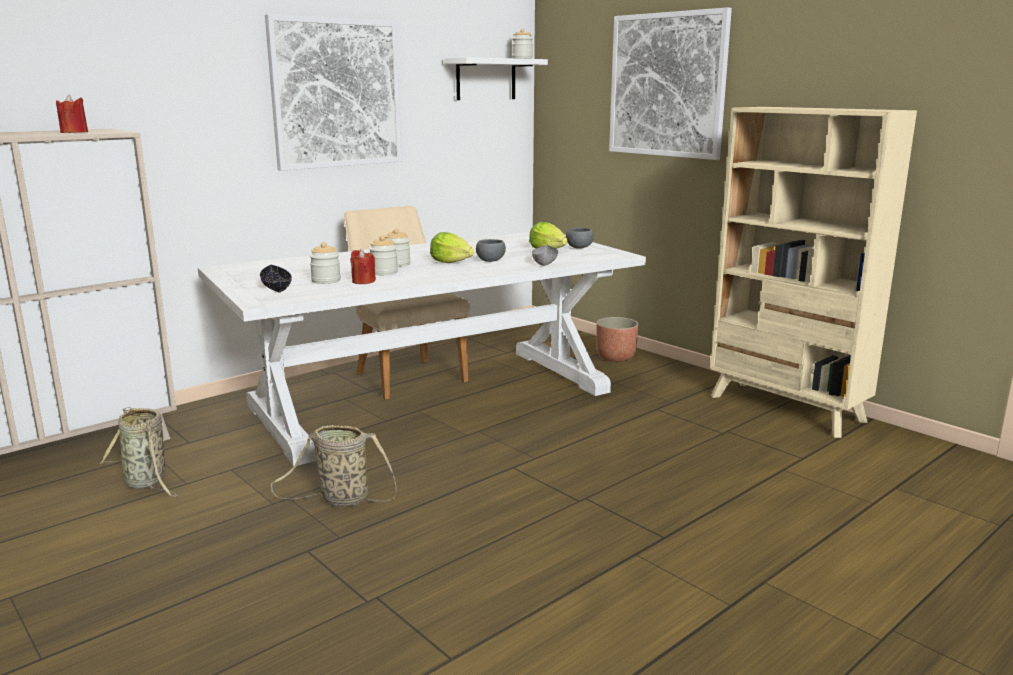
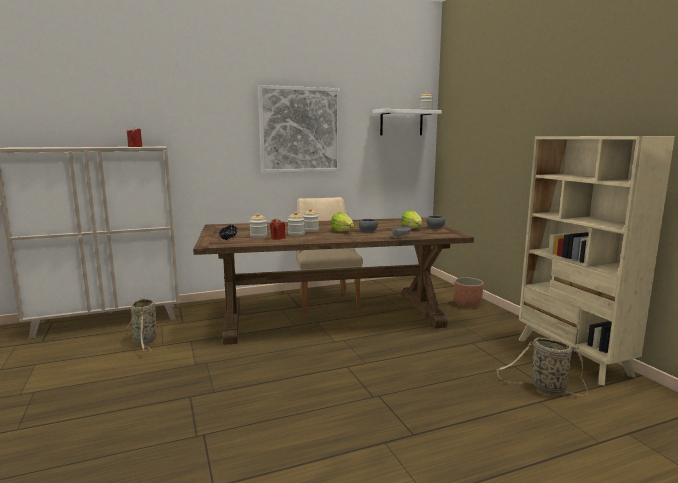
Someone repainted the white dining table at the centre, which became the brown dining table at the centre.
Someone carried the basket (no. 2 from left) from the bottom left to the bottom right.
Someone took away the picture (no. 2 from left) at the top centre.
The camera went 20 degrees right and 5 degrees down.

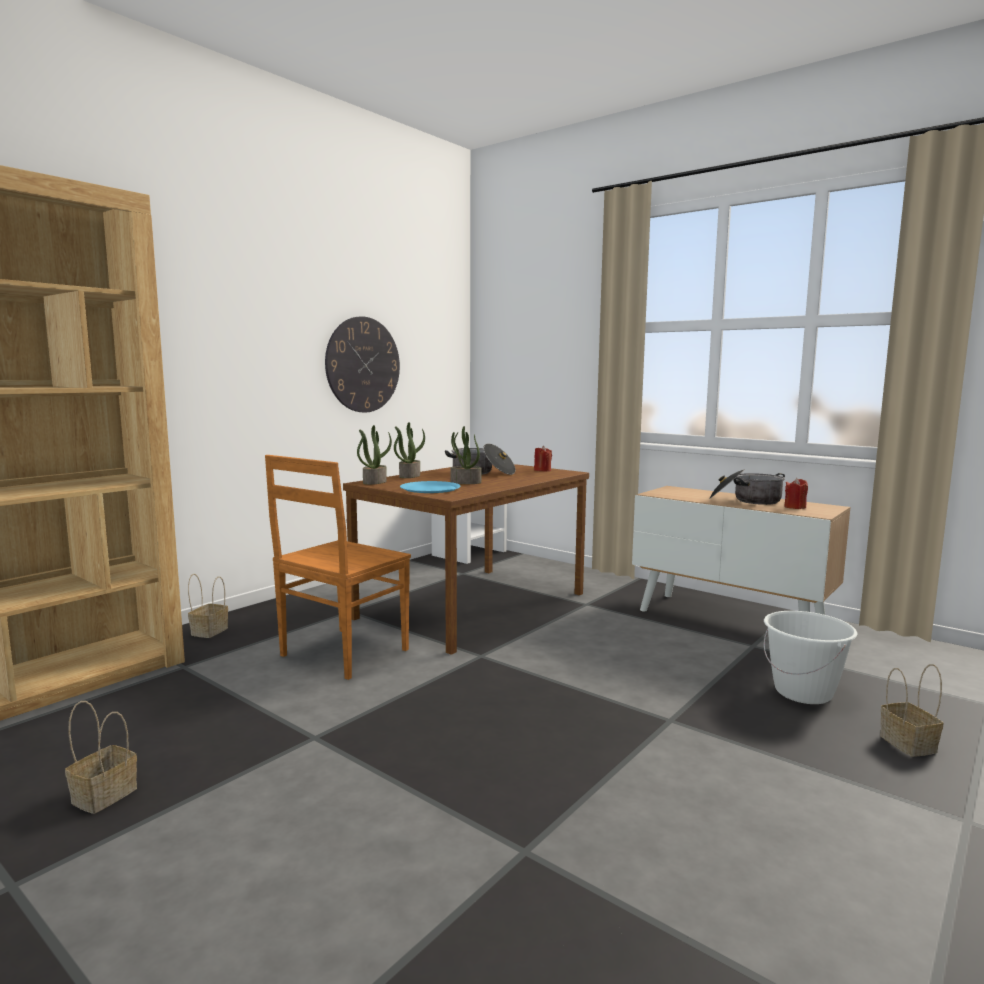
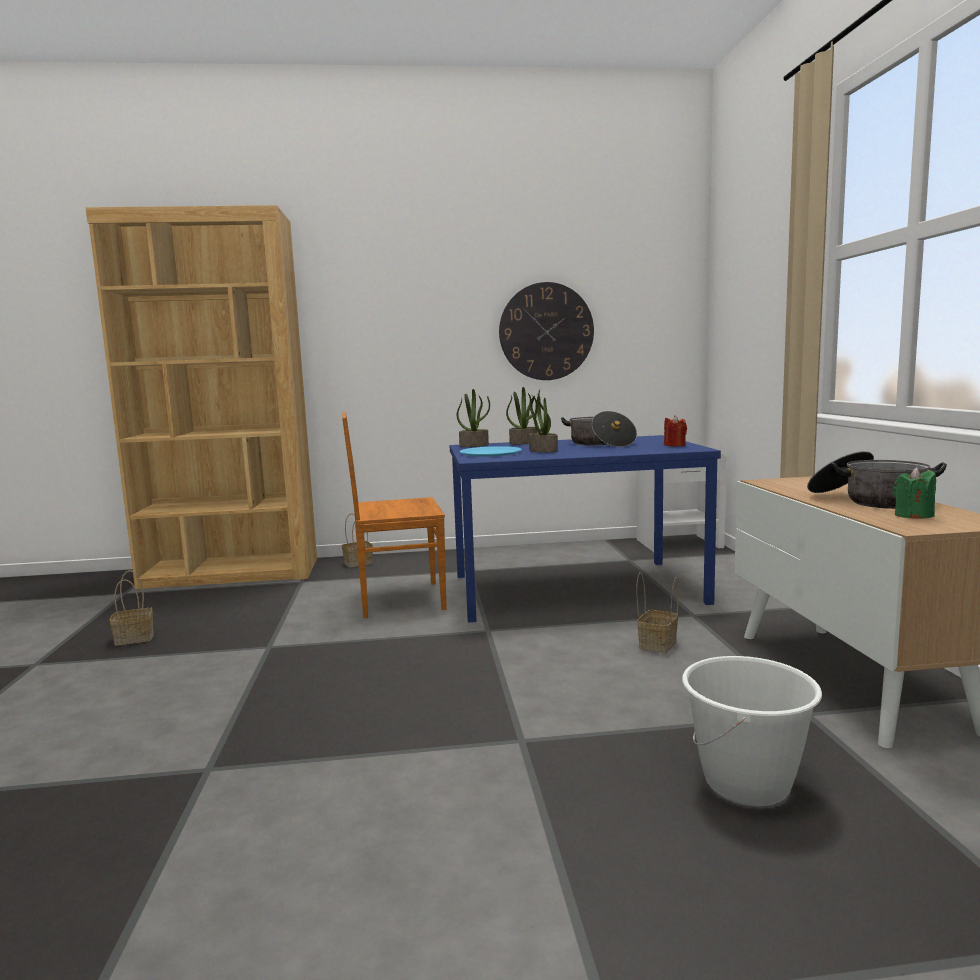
Someone repainted the brown dining table at the centre, which became the blue dining table at the centre.
Someone repainted the red candle (no. 2 from left) at the middle right, which became the green candle at the middle right.
Someone carried the basket (no. 3 from left) from the bottom right to the middle right.
The camera went 45 degrees right and 0 degrees up.

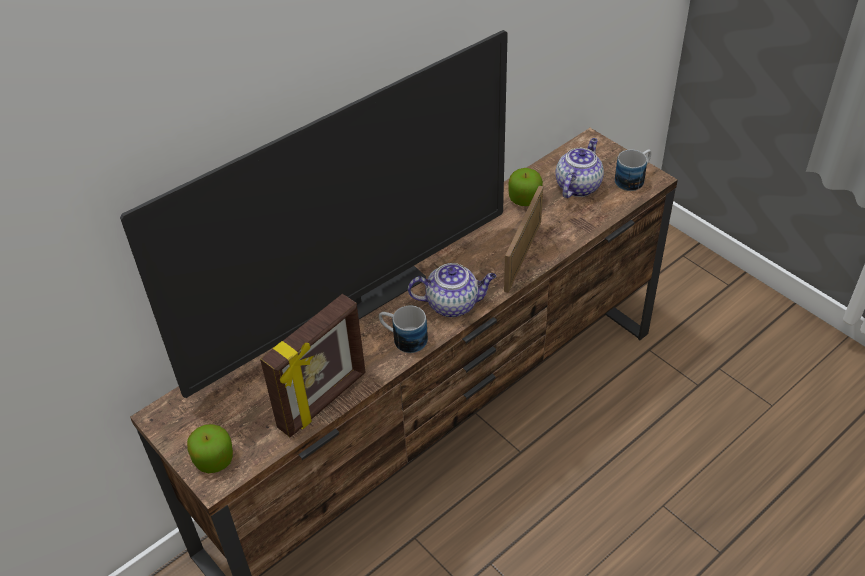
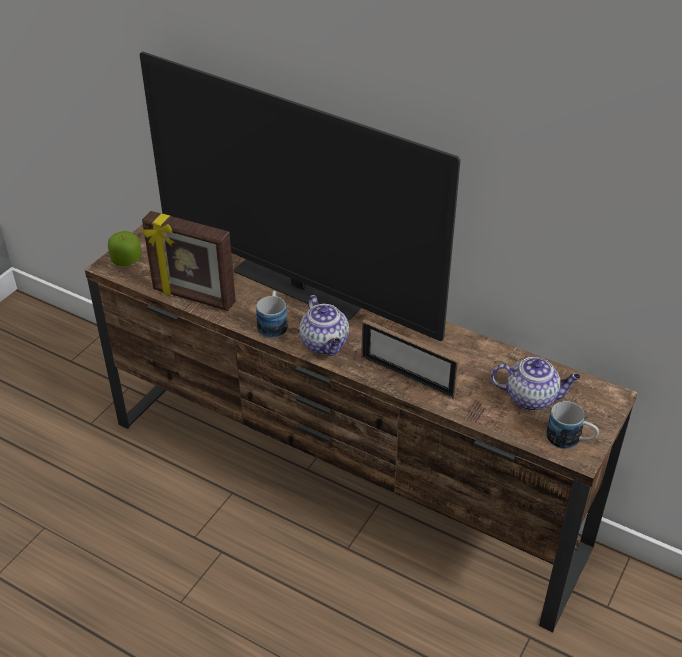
Someone rotated the picture frame (no. 2 from left) at the centre by 150 degrees counterclockwise.
Someone took away the apple (no. 2 from left) at the top centre.
The camera went 70 degrees right and 5 degrees down.

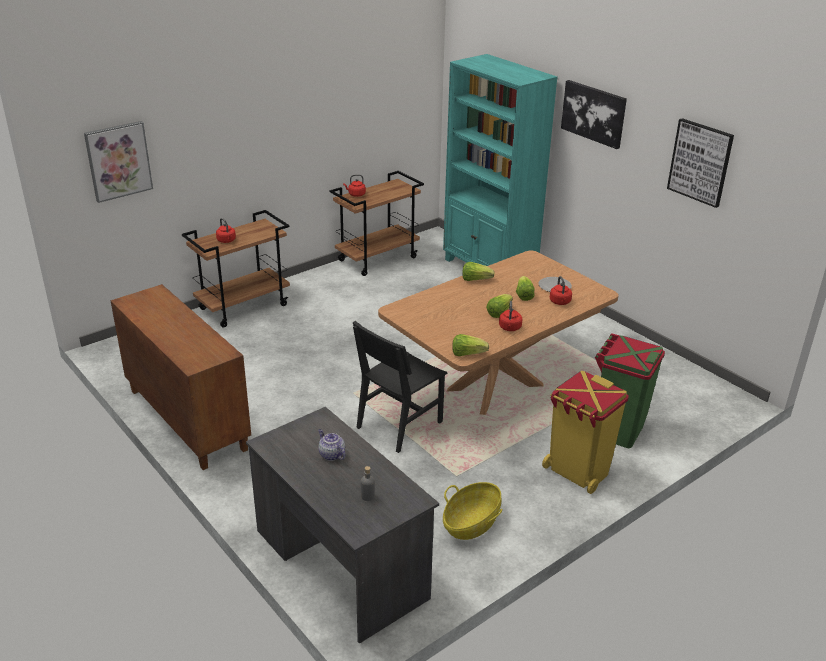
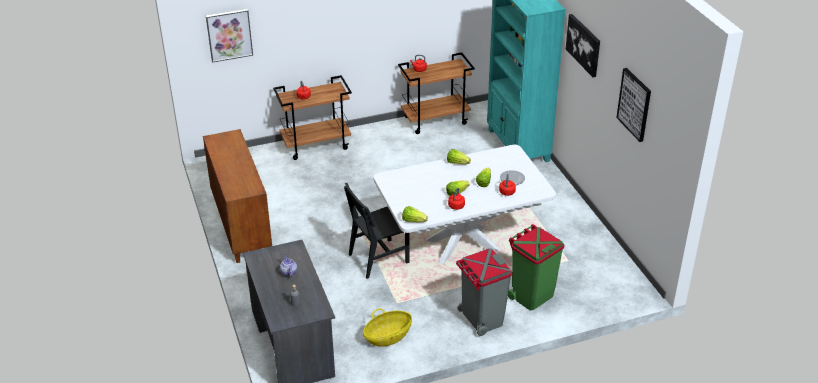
Someone repainted the brown dining table at the centre, which became the white dining table at the centre.
Someone repainted the yellow trash can at the middle right, which became the grey trash can at the bottom centre.
The camera went 20 degrees right and 5 degrees up.

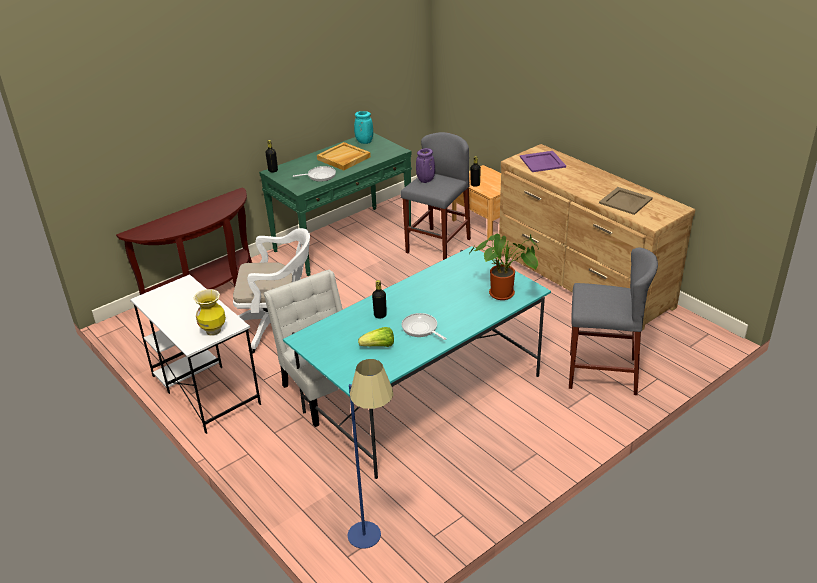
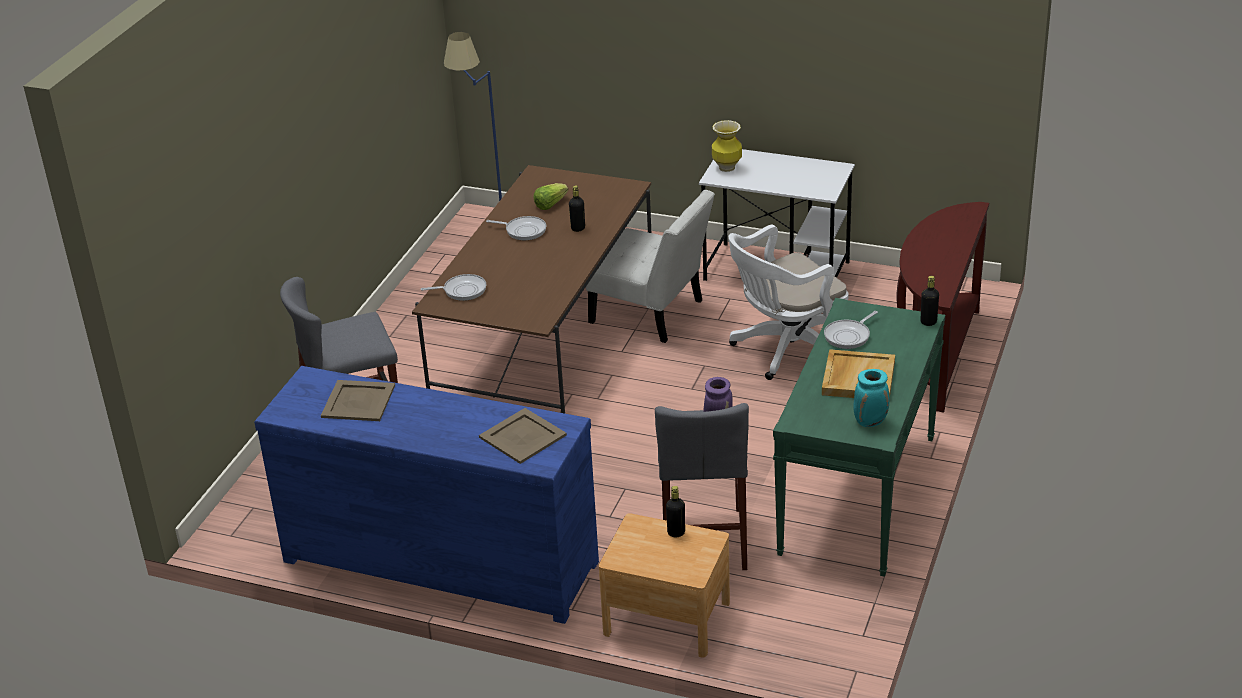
Someone repainted the turquoise dining table at the centre, which became the brown dining table at the centre.
Someone swapped the potted plant at the centre for the frying pan (no. 1 from left) at the centre.
Someone repainted the brown dresser at the middle right, which became the blue dresser at the bottom centre.
Someone repainted the purple tray at the top centre, which became the beige tray (no. 2 from left) at the centre.
The camera went 150 degrees right and 0 degrees up.

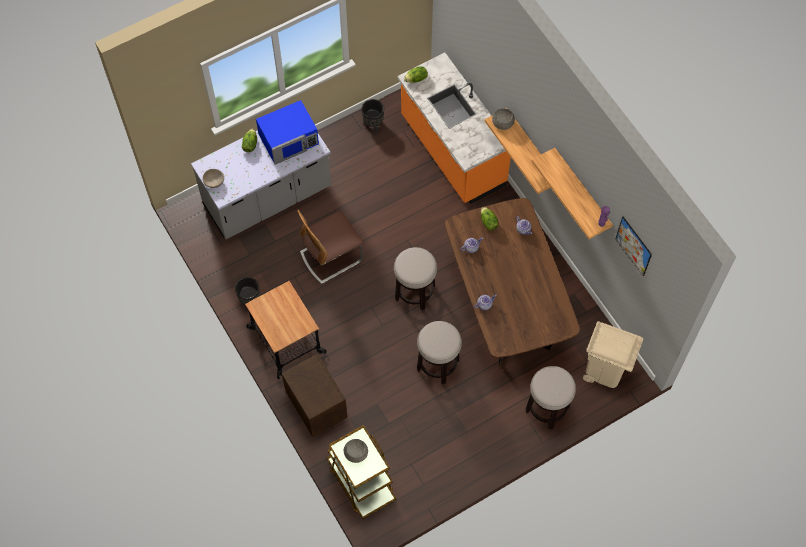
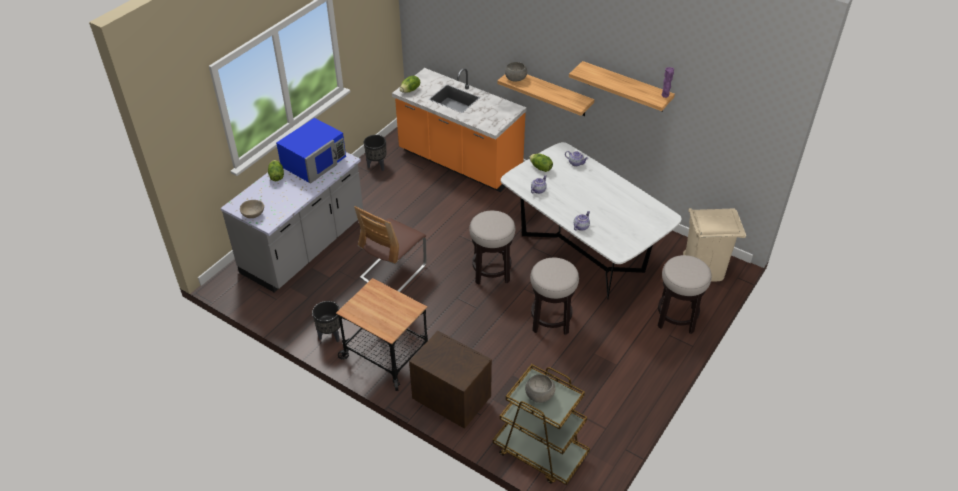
Someone repainted the brown dining table at the centre, which became the white dining table at the centre.
Someone took away the picture at the middle right.
The camera went 25 degrees left and 20 degrees down.

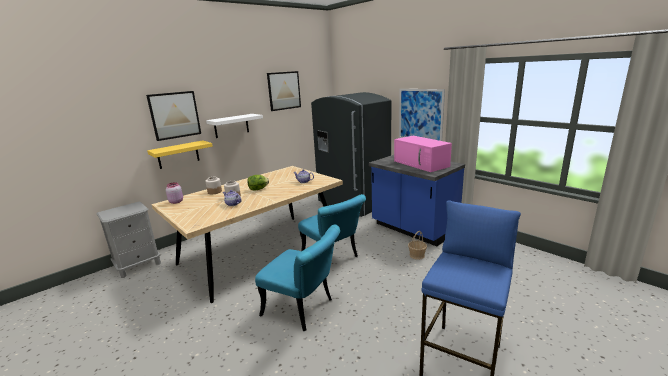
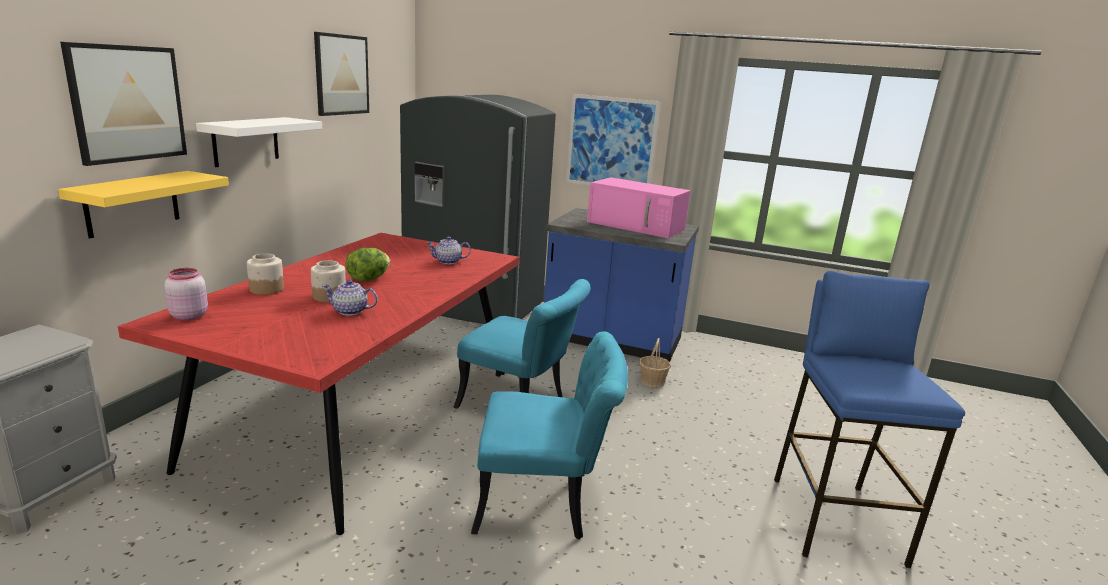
Someone repainted the beige dining table at the centre, which became the red dining table at the middle left.
The camera went 30 degrees left and 0 degrees up.

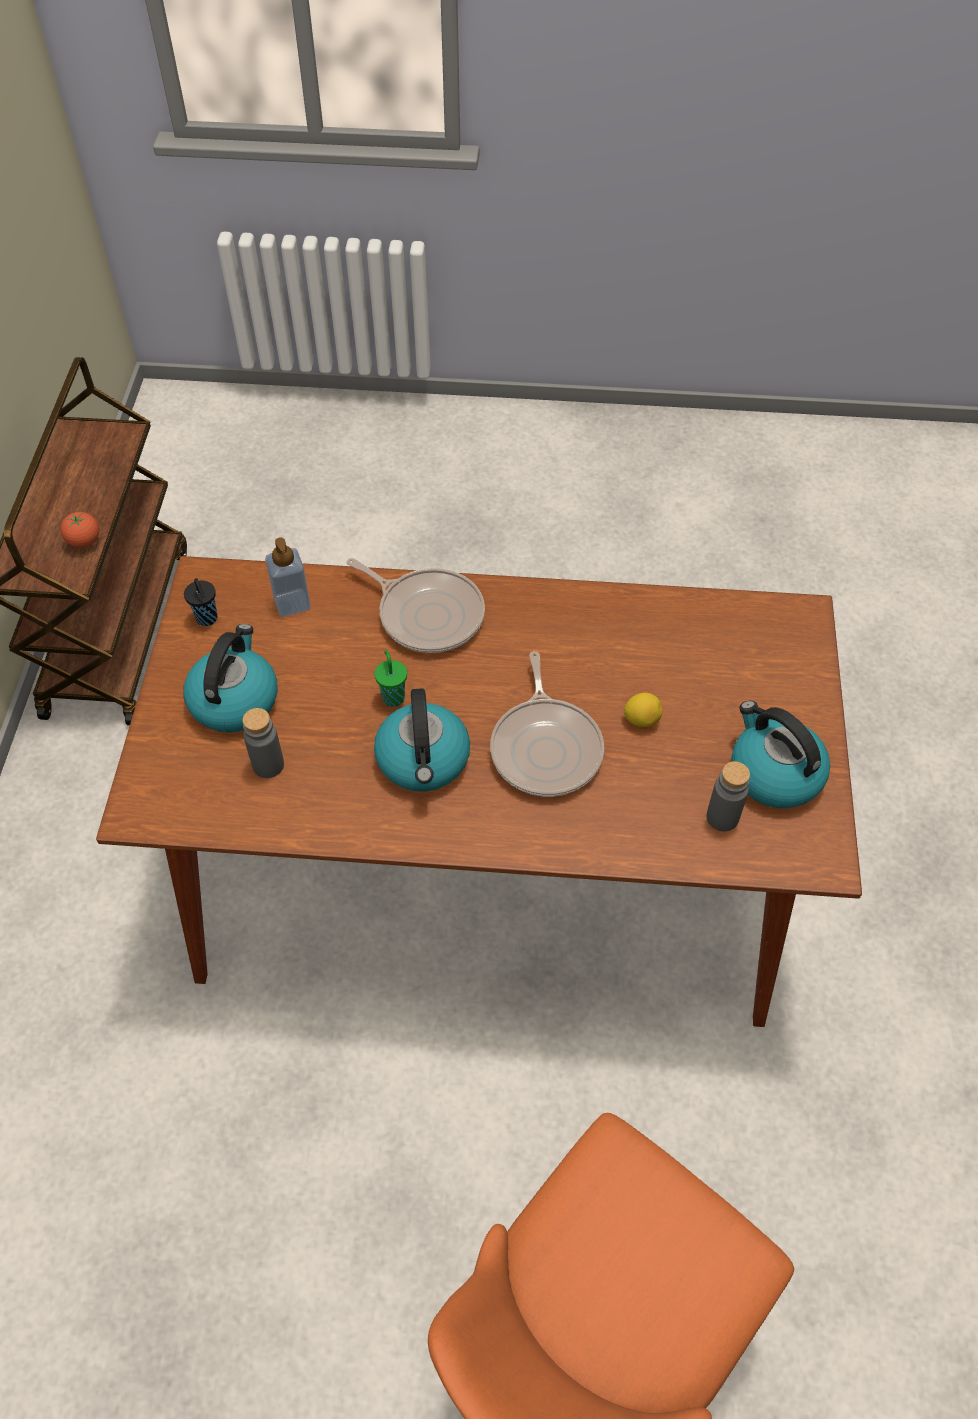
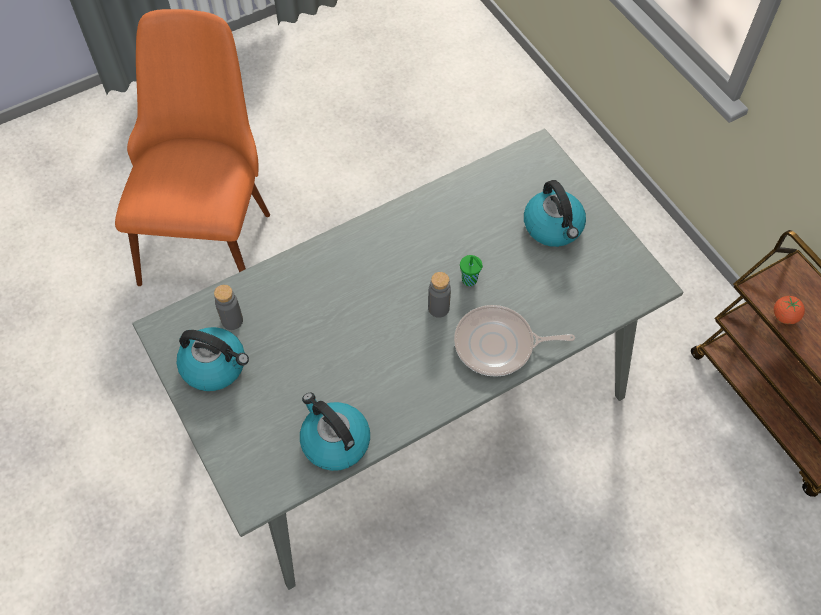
Someone repainted the brown dining table at the centre, which became the grey dining table at the centre.
Someone took away the black cup at the middle left.
Someone carried the grey bottle (no. 1 from left in the first image) from the middle left to the centre.
Someone took away the soap dispenser at the middle left.
Someone carried the kettle (no. 2 from left) from the centre to the bottom centre.
Someone took away the frying pan (no. 2 from left) at the centre.
Someone took away the lemon at the centre.
The camera went 145 degrees right and 5 degrees up.

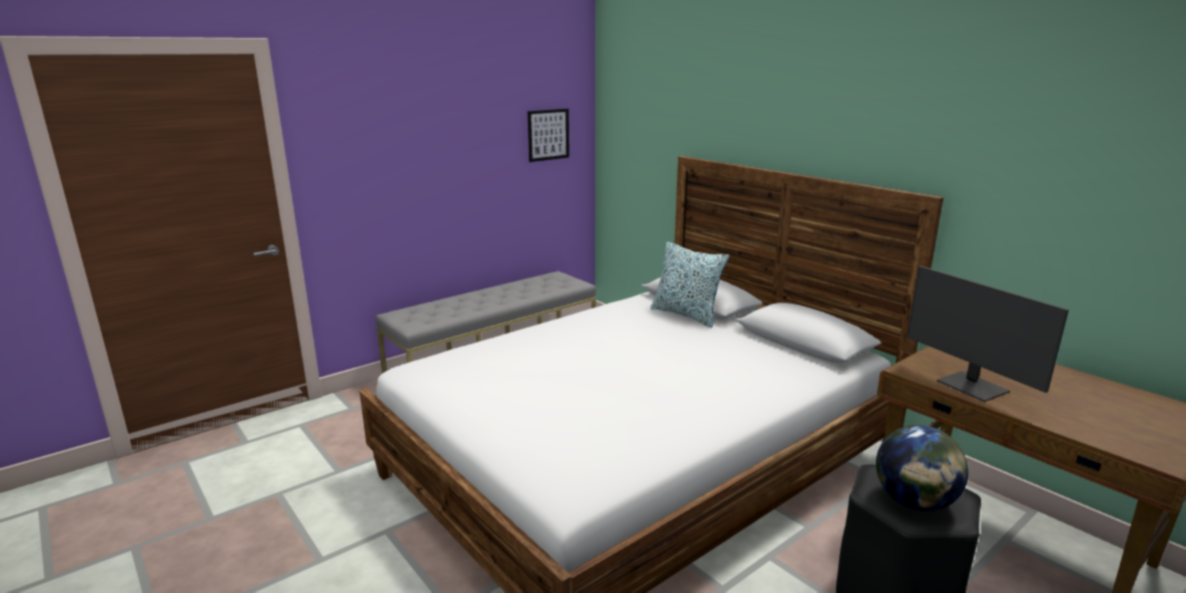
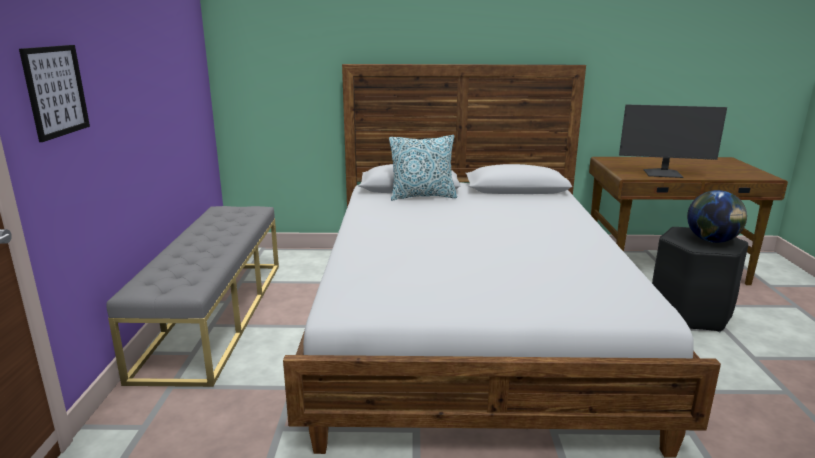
Someone carried the picture from the top centre to the top left.
The camera went 50 degrees left and 0 degrees up.

